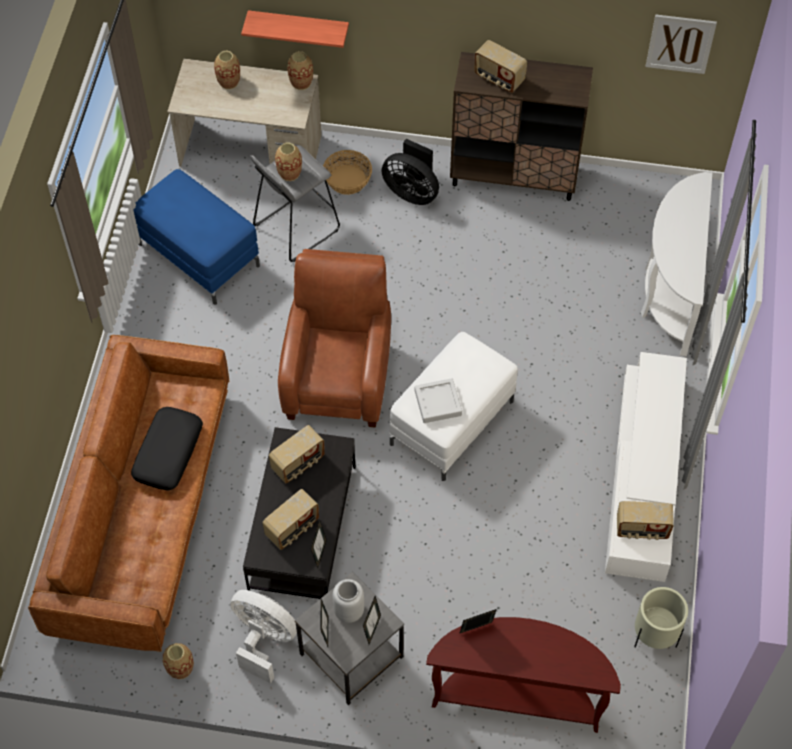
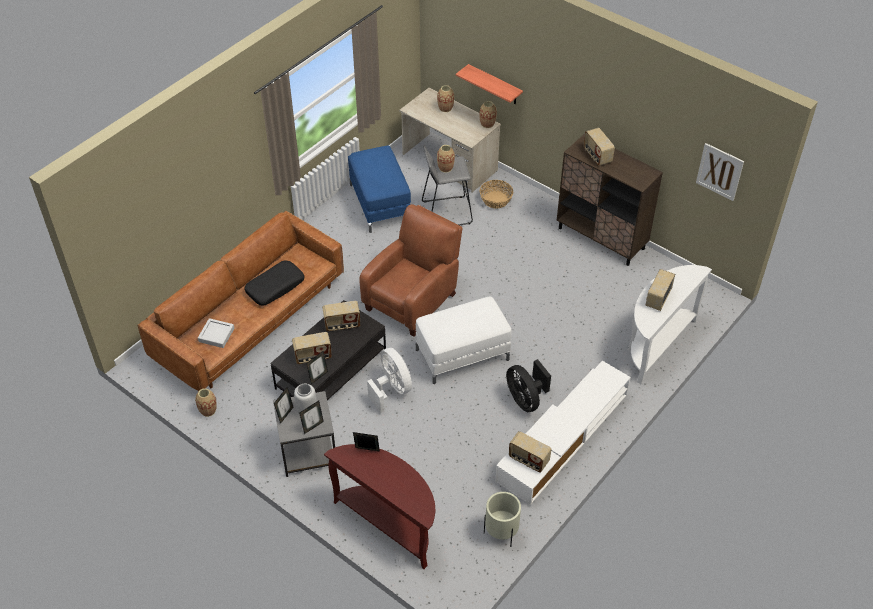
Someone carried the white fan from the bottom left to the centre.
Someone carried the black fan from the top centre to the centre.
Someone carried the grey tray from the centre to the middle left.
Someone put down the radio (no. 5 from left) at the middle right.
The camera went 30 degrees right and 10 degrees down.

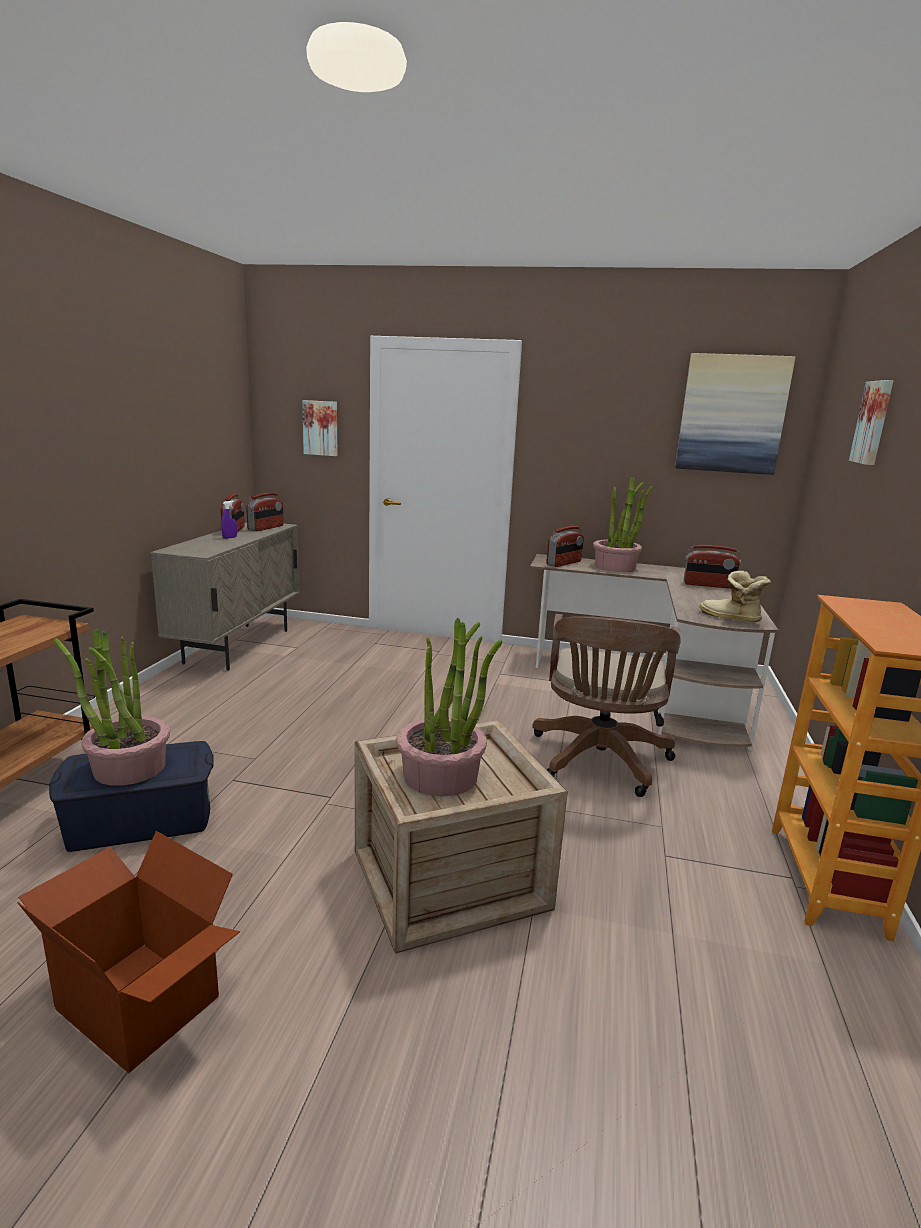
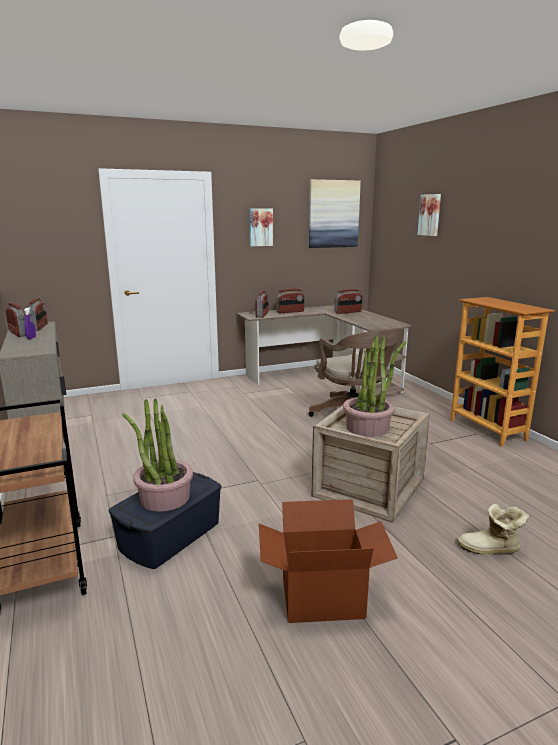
Someone carried the picture (no. 1 from left) from the centre to the top centre.
Someone swapped the potted plant (no. 3 from left) at the middle right for the radio (no. 4 from left) at the centre.
Someone carried the boot from the middle right to the bottom right.
The camera went 35 degrees left and 0 degrees up.

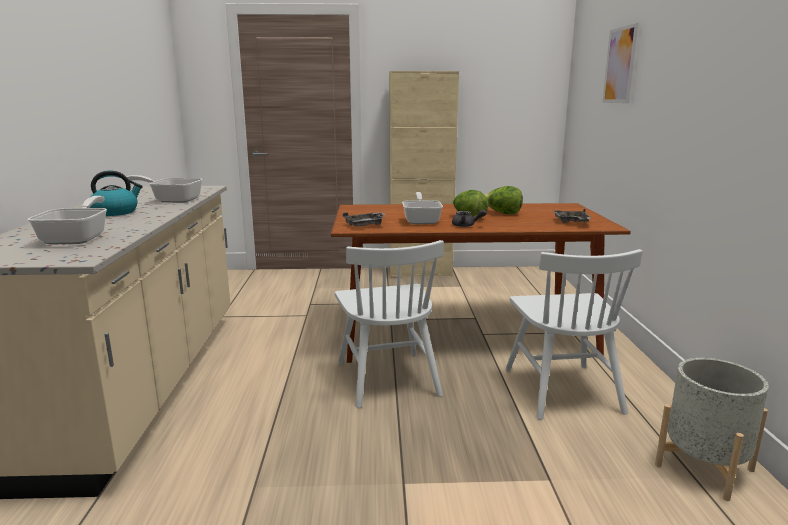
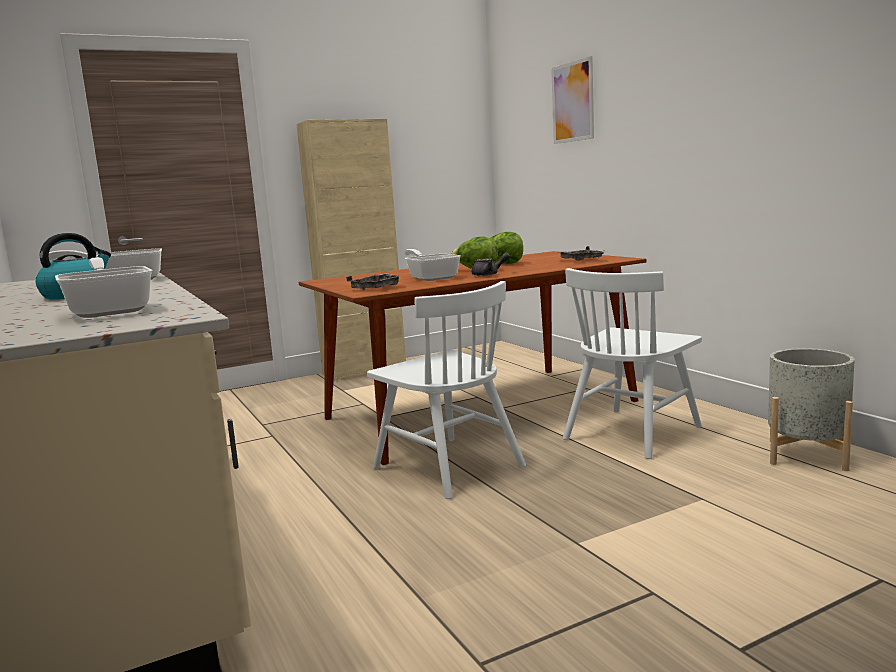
Someone rotated the white chair (no. 2 from left) at the middle right by 75 degrees clockwise.
The camera went 25 degrees left and 5 degrees down.

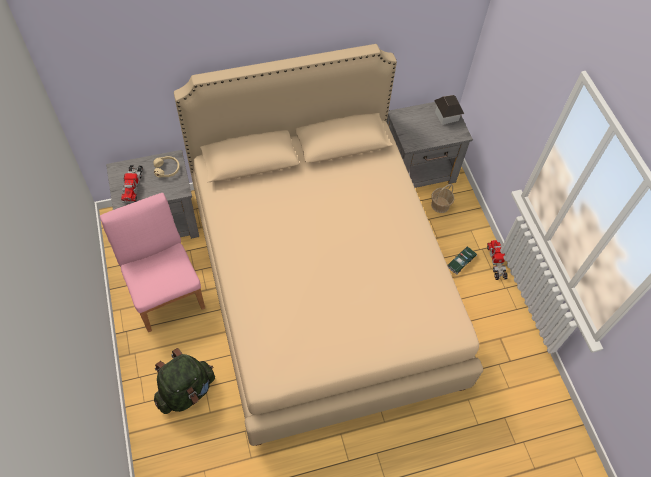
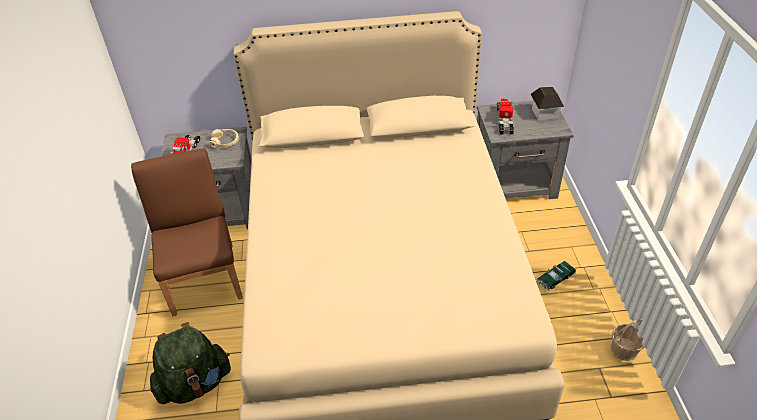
Someone repainted the pink chair at the middle left, which became the brown chair at the middle left.
Someone carried the basket from the middle right to the bottom right.
Someone carried the toy truck (no. 2 from left) from the middle right to the top right.
The camera went 15 degrees right and 15 degrees down.

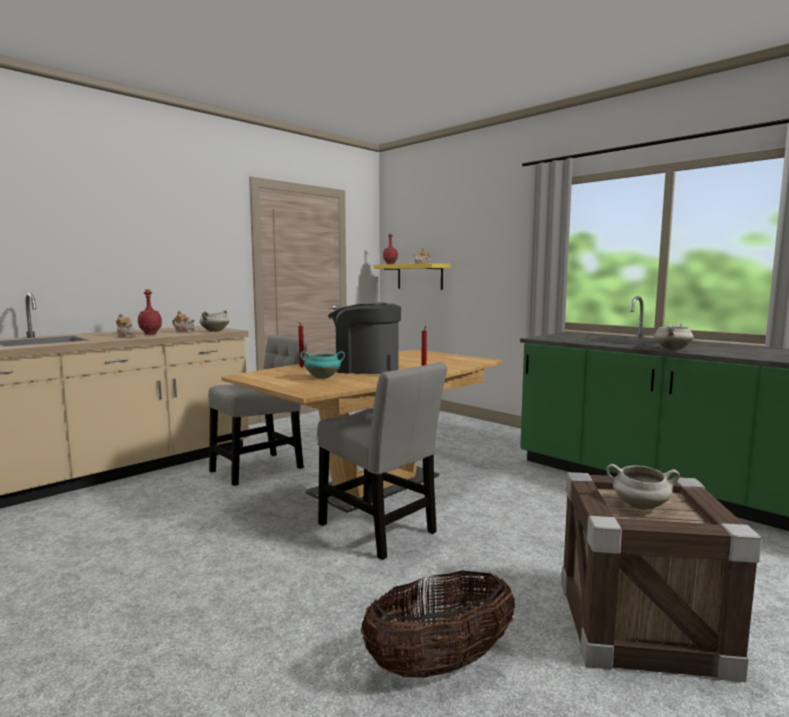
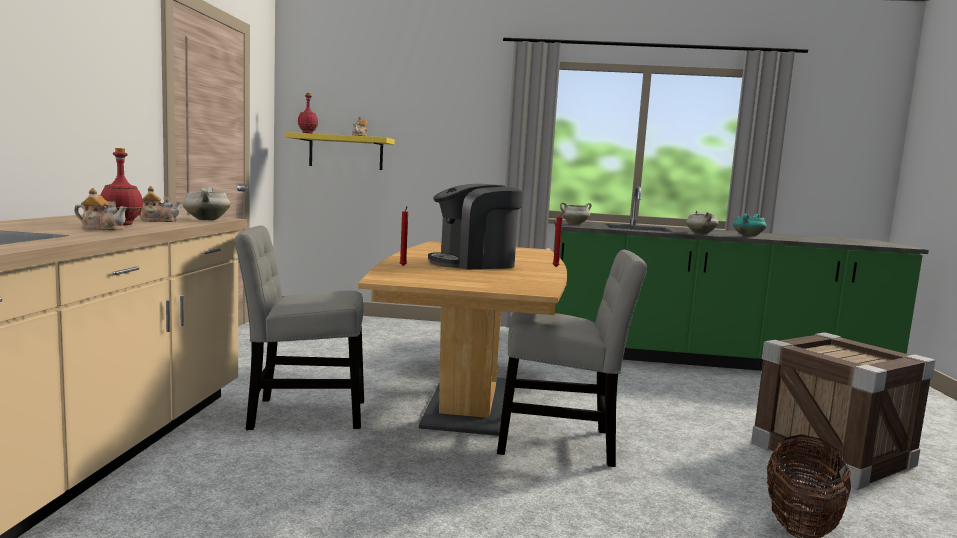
Someone rotated the grey chair (no. 1 from left) at the middle left by 105 degrees counterclockwise.
Someone carried the turquoise cooking pot from the centre to the middle right.
Someone carried the white cooking pot (no. 2 from left) from the bottom right to the centre.
The camera went 40 degrees left and 0 degrees up.

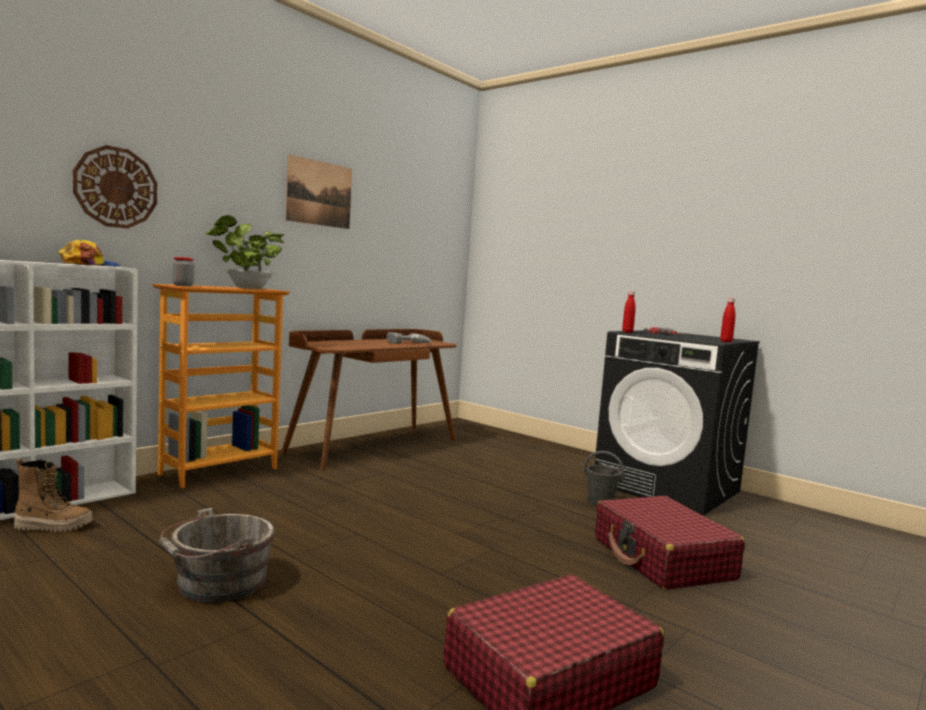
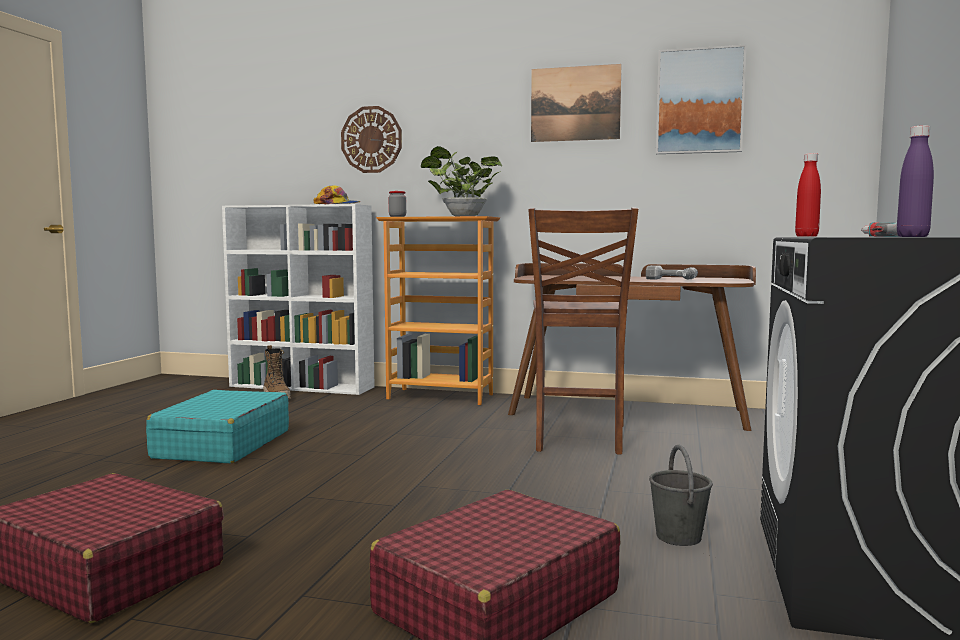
Someone swapped the grey bucket (no. 1 from left) at the bottom left for the turquoise suitcase at the middle left.
Someone repainted the red bottle (no. 2 from left) at the middle right, which became the purple bottle at the top right.
Someone put down the brown chair at the centre.
Someone put up the picture (no. 2 from left) at the top right.
The camera went 65 degrees right and 0 degrees up.

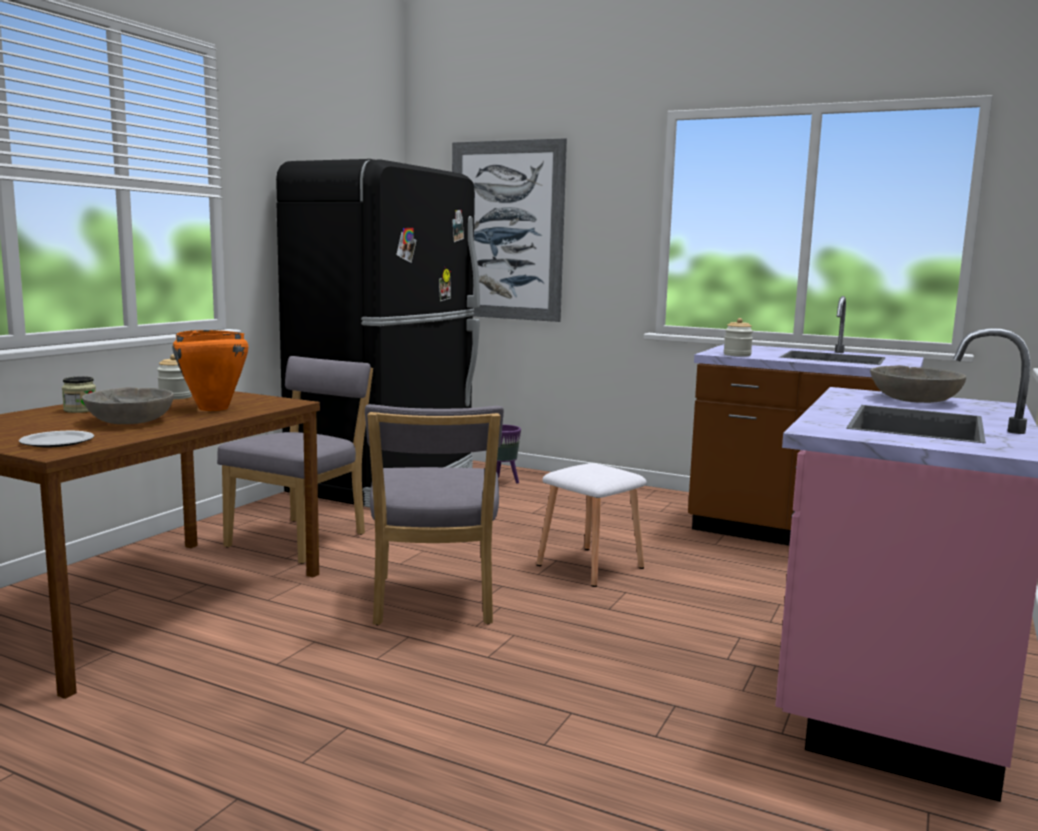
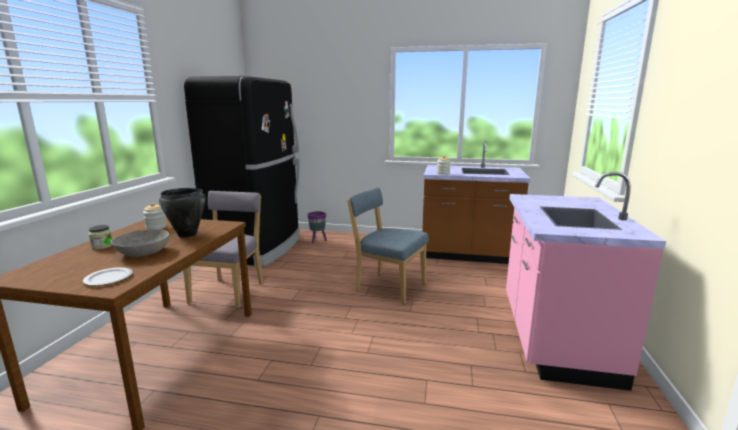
Someone repainted the orange cooking pot at the middle left, which became the black cooking pot at the middle left.
Someone took away the grey chair (no. 2 from left) at the centre.
Someone took away the picture at the top centre.
Someone swapped the white stool at the centre for the blue chair at the centre.
Someone took away the grey bowl (no. 2 from left) at the middle right.
The camera went 15 degrees left and 5 degrees up.

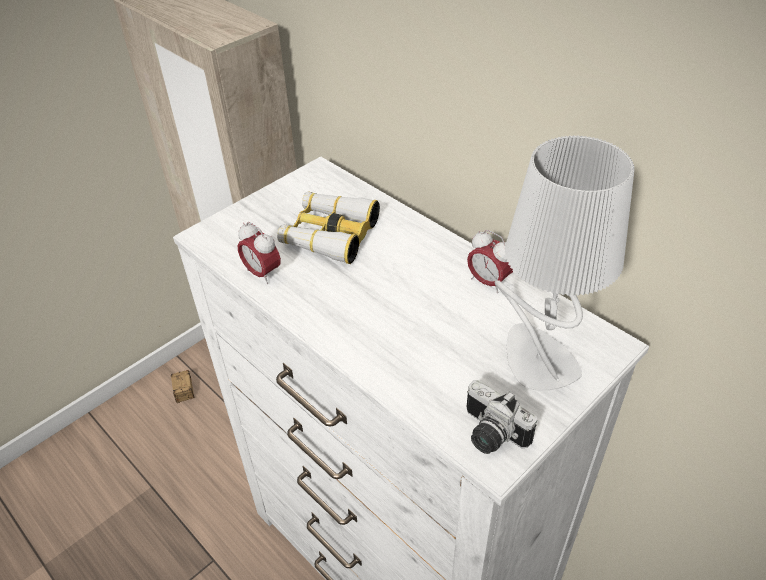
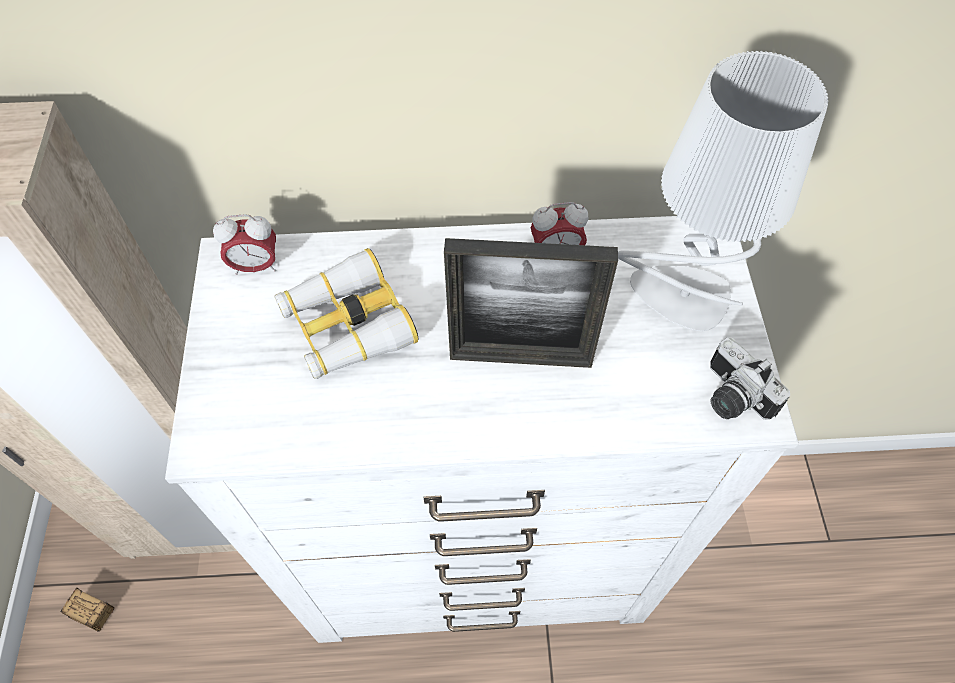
Someone carried the alarm clock (no. 1 from left) from the centre to the middle left.
Someone rotated the photo camera at the bottom centre by 60 degrees clockwise.
Someone put down the picture frame at the centre.
The camera went 50 degrees left and 15 degrees up.

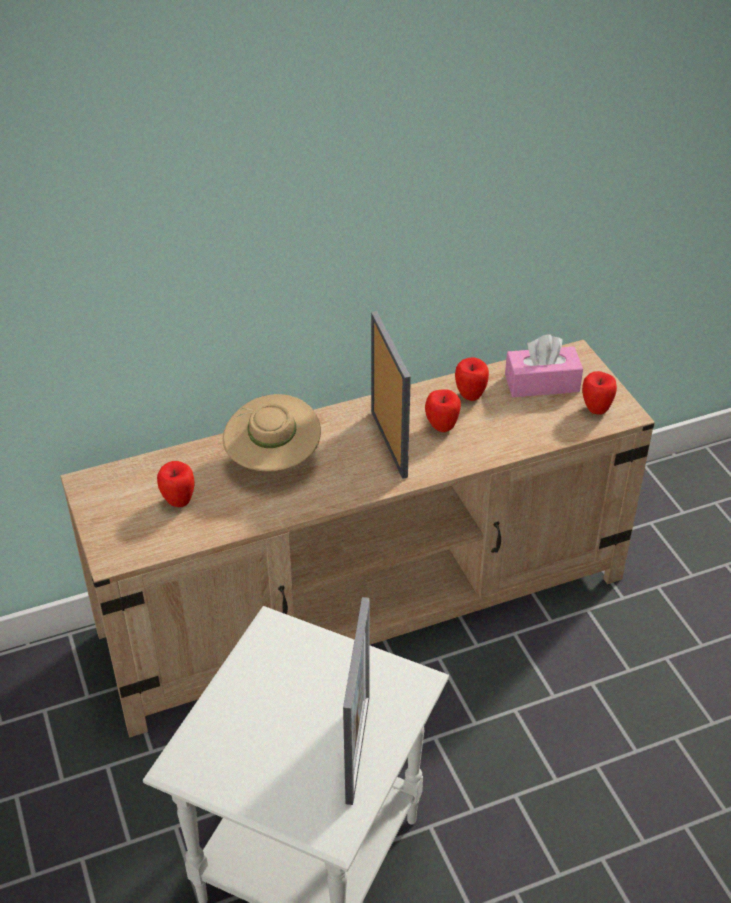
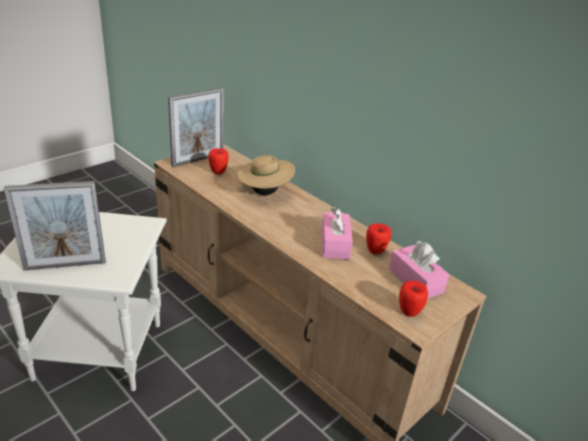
Someone carried the picture frame (no. 2 from left) from the centre to the top centre.
Someone swapped the apple (no. 2 from left) at the centre for the pink tissue box (no. 1 from left) at the centre.
The camera went 65 degrees right and 10 degrees down.

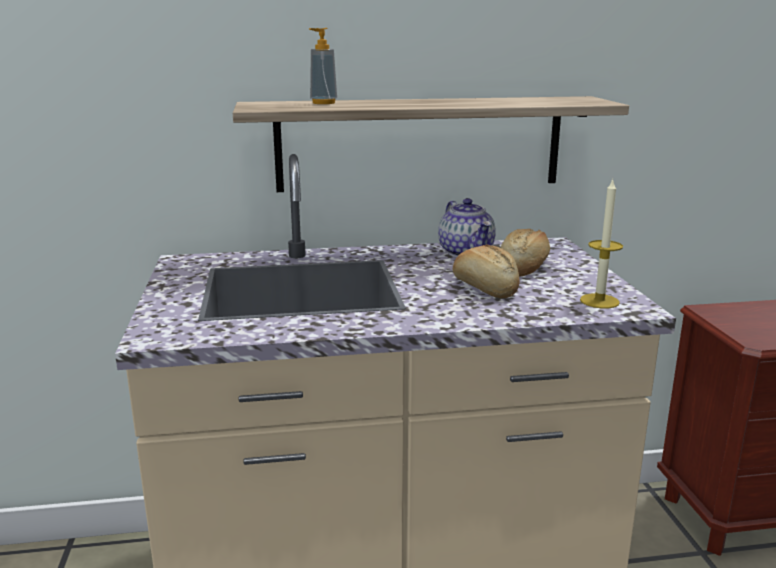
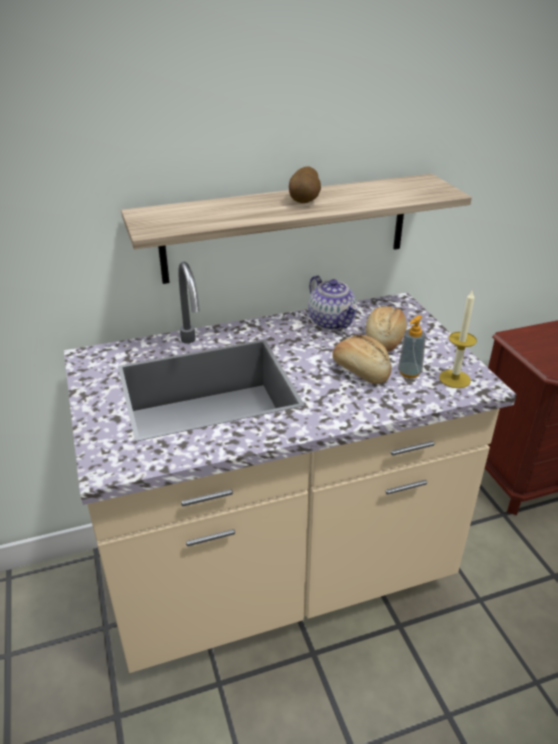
Someone carried the soap dispenser from the top centre to the middle right.
Someone put down the potato at the top centre.
The camera went 10 degrees left and 15 degrees up.

